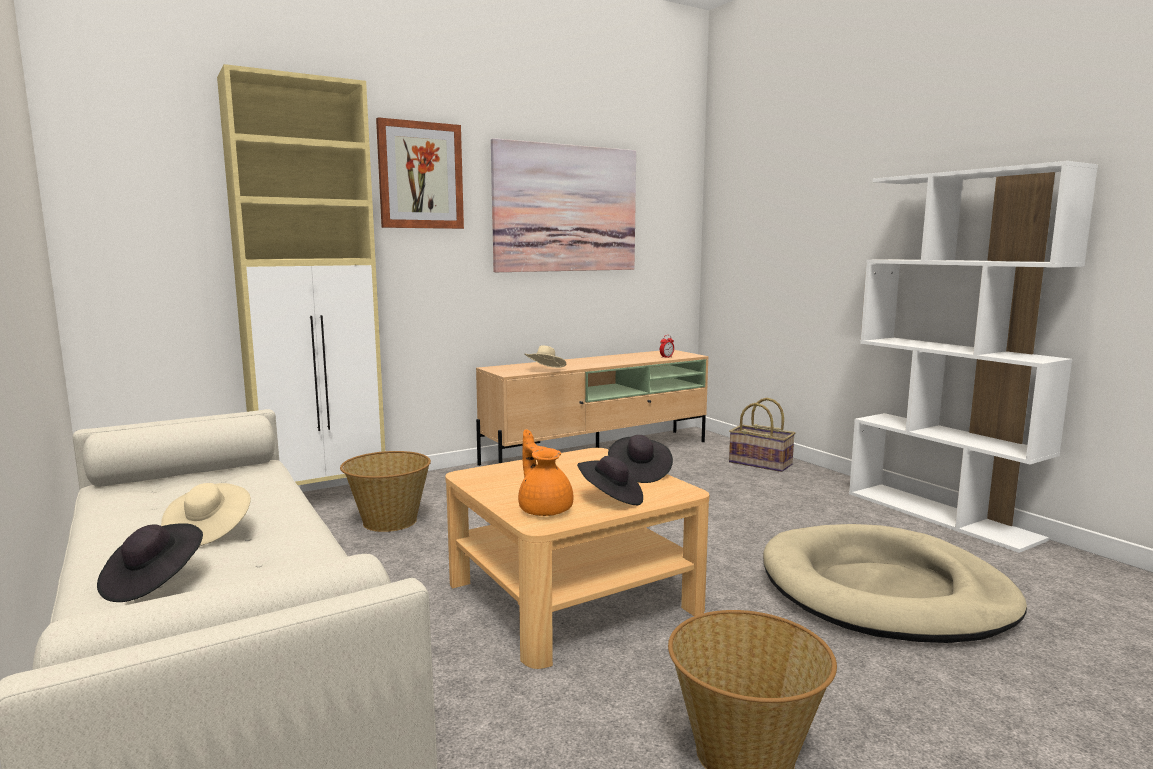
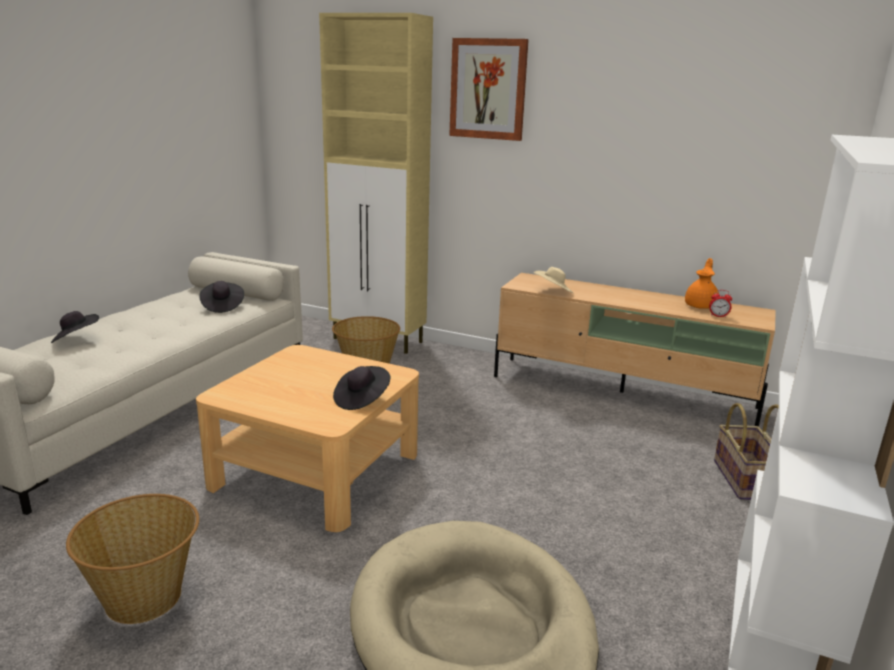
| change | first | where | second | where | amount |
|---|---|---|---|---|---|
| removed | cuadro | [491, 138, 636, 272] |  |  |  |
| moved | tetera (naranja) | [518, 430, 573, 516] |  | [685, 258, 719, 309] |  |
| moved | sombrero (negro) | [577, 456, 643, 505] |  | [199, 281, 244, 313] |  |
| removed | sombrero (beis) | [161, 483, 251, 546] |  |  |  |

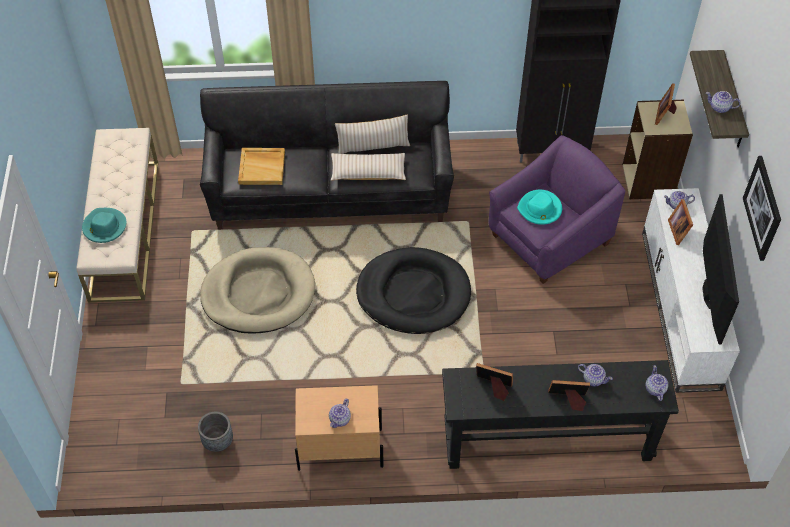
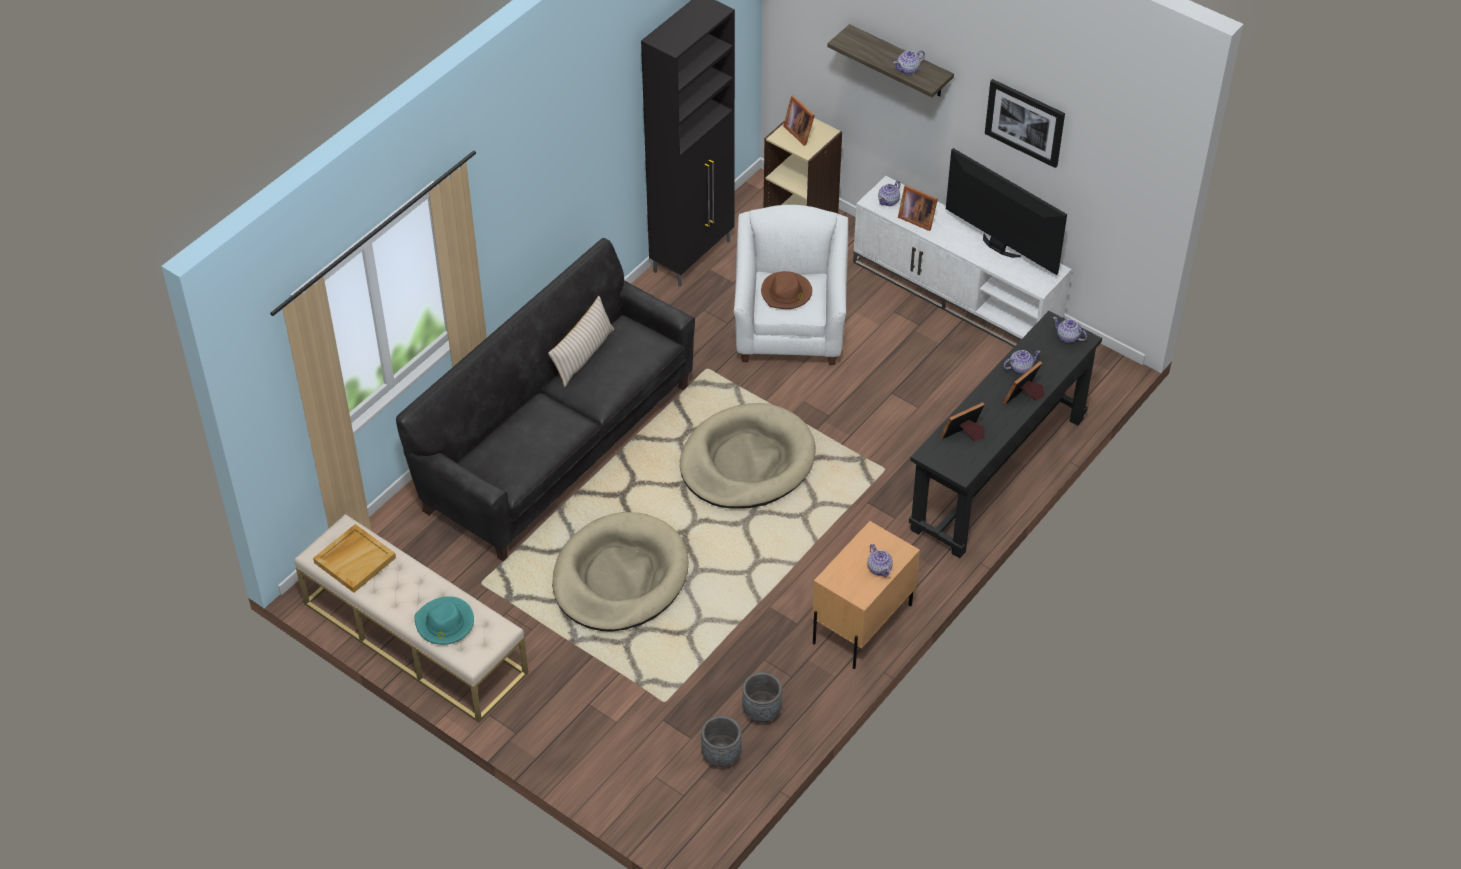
| change | first | where | second | where | amount |
|---|---|---|---|---|---|
| recoloured | sillón (morado) | [488, 135, 625, 284] | sillón (blanco) | [733, 205, 848, 365] |  |
| moved | bandeja (beis) | [238, 148, 285, 185] |  | [313, 524, 396, 593] |  |
| removed | cojín (beis) | [331, 153, 406, 181] |  |  |  |
| recoloured | sombrero (turquesa) | [517, 190, 562, 225] | sombrero (marrón) | [761, 271, 812, 309] |  |
| recoloured | cama para perro (negro) | [356, 247, 471, 334] | cama para perro (beis) | [680, 403, 816, 509] |  |
| added |  |  | maceta (gris) | [701, 716, 741, 767] |  |

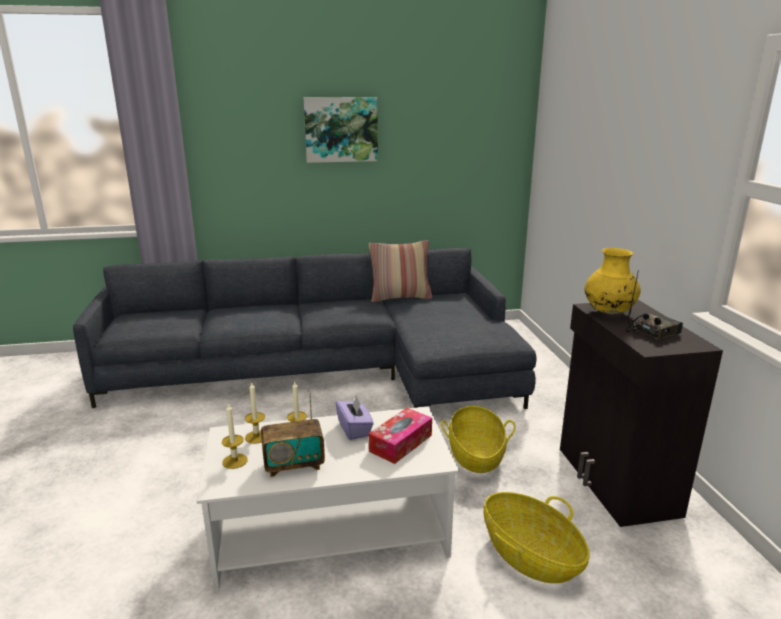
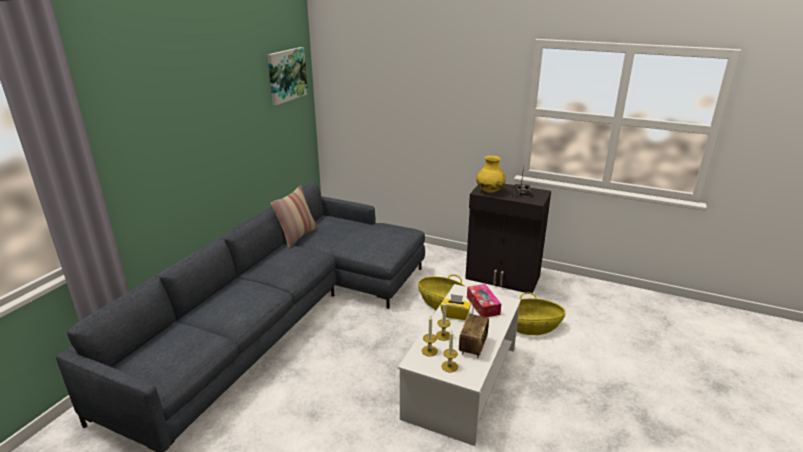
| change | first | where | second | where | amount |
|---|---|---|---|---|---|
| moved | cuadro | [303, 97, 378, 163] |  | [267, 47, 308, 105] |  |
| recoloured | caja de pañuelos (morado) | [336, 395, 374, 440] | caja de pañuelos (amarillo) | [440, 294, 471, 320] |  |

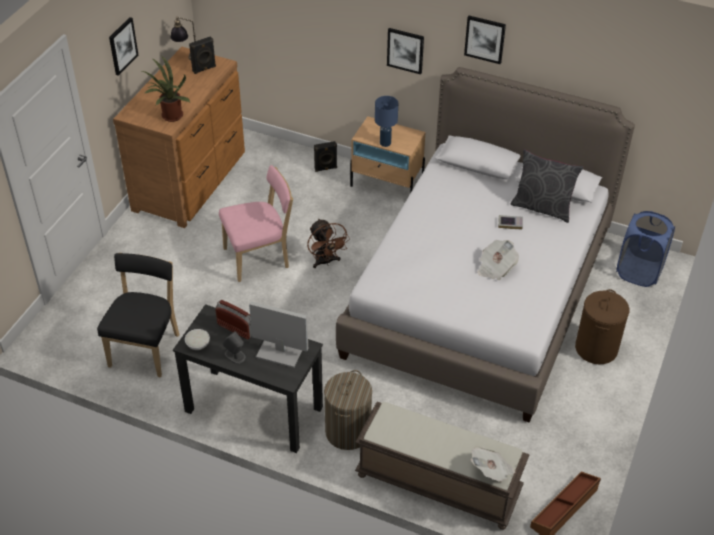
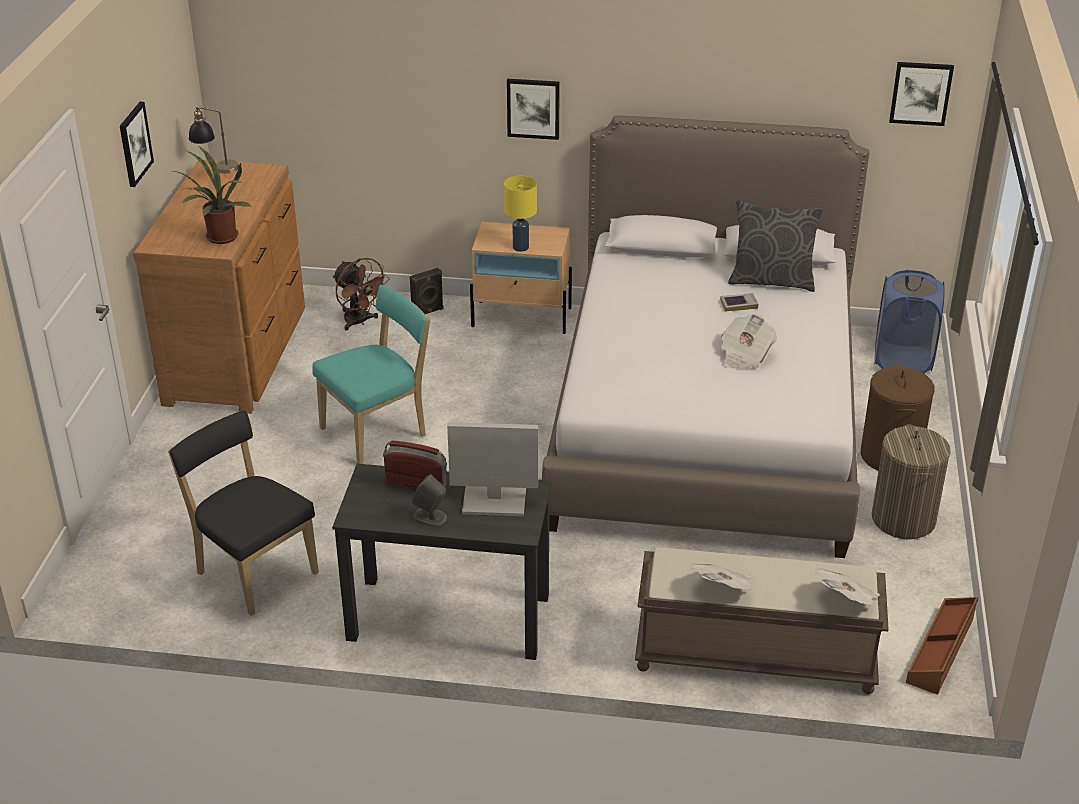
| change | first | where | second | where | amount |
|---|---|---|---|---|---|
| moved | cuadro | [464, 16, 506, 64] |  | [889, 62, 954, 126] |  |
| removed | altavoz (negro) | [189, 37, 216, 74] |  |  |  |
| recoloured | lámpara de mesa (azul) | [375, 96, 398, 147] | lámpara de mesa (amarillo) | [504, 176, 537, 252] |  |
| recoloured | silla (rosa) | [219, 165, 293, 282] | silla (turquesa) | [312, 285, 430, 464] |  |
| moved | ventilador (marrón) | [307, 218, 350, 268] |  | [333, 258, 390, 331] |  |
| turned | silla (negro) | [97, 253, 179, 378] |  | [168, 411, 319, 616] | 45 degrees counterclockwise |
| removed | cuenco (blanco) | [185, 329, 210, 350] |  |  |  |
| moved | cesto de la ropa | [324, 370, 372, 450] |  | [872, 424, 951, 539] |  |
| added |  |  | periódico | [691, 563, 753, 590] |  |

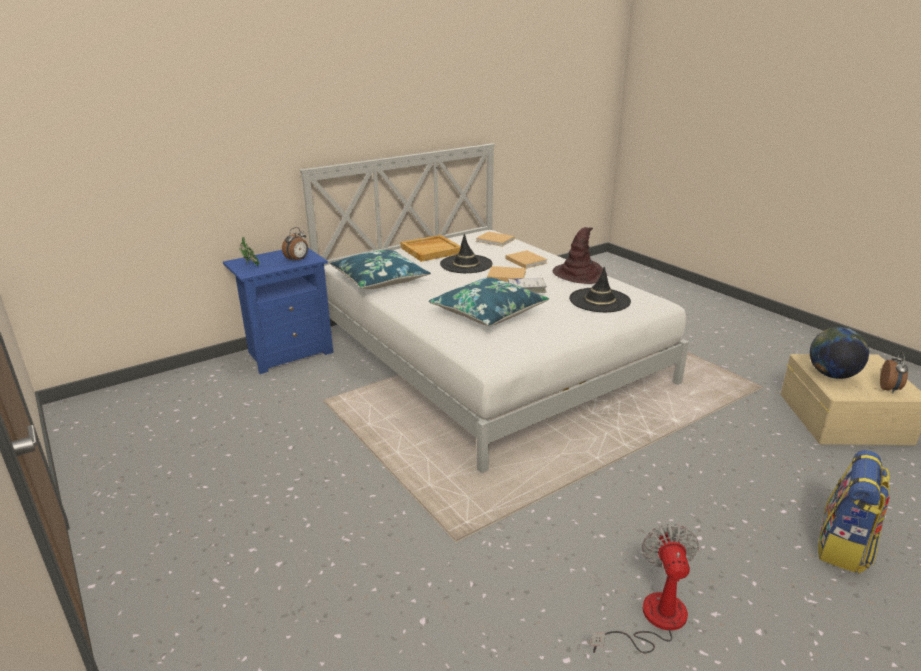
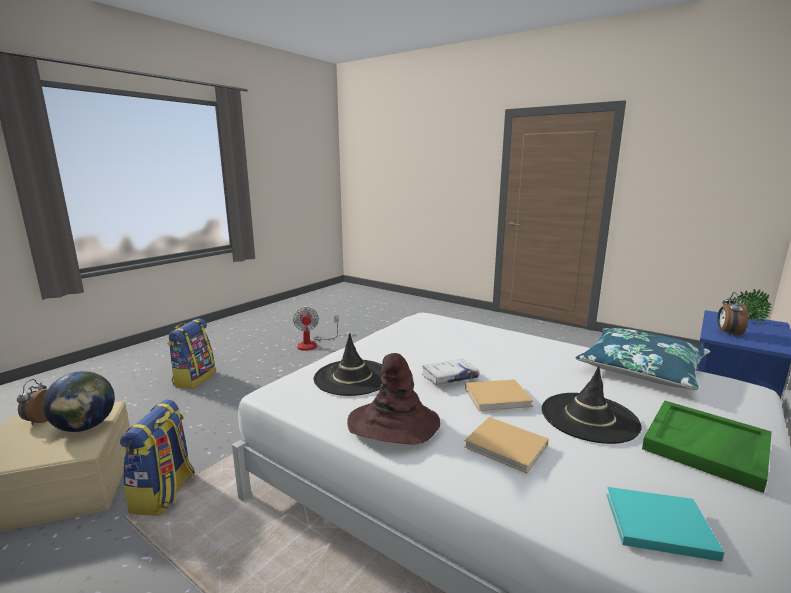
| change | first | where | second | where | amount |
|---|---|---|---|---|---|
| recoloured | libro (beis) | [476, 231, 515, 247] | libro (turquesa) | [606, 487, 724, 562] |  |
| recoloured | bandeja (beis) | [400, 235, 461, 262] | bandeja (verde) | [642, 400, 772, 493] |  |
| removed | cojín (azul) | [429, 277, 549, 326] |  |  |  |
| added |  |  | mochila | [120, 400, 195, 516] |  |

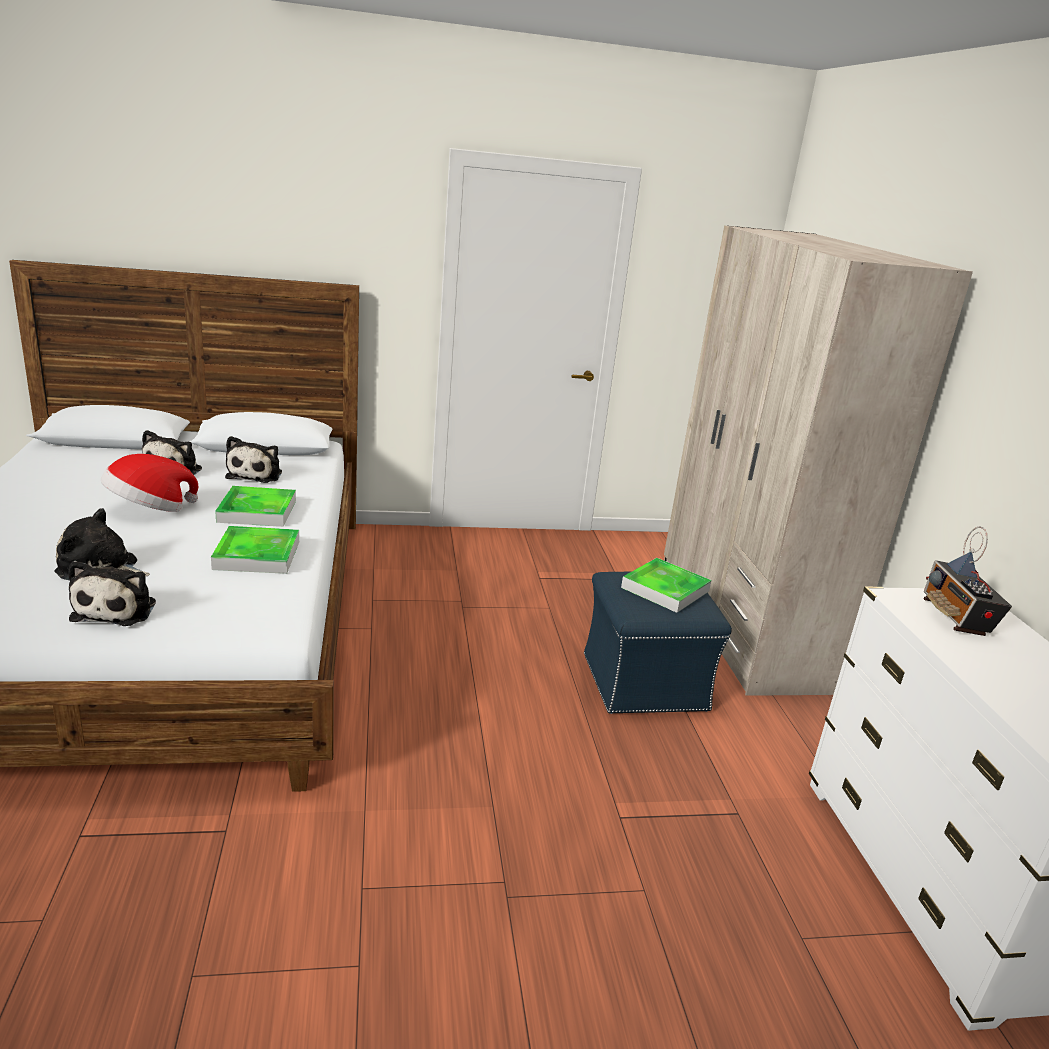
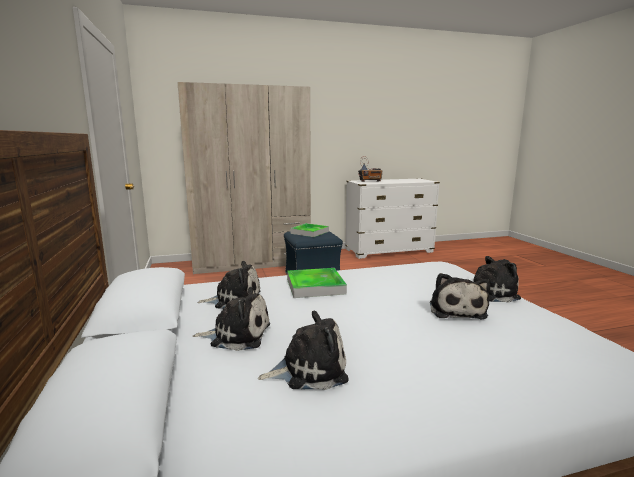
| change | first | where | second | where | amount |
|---|---|---|---|---|---|
| removed | sombrero | [101, 454, 199, 512] |  |  |  |
| removed | bandeja | [211, 526, 299, 574] |  |  |  |
| added |  |  | peluche | [258, 311, 349, 390] |  |

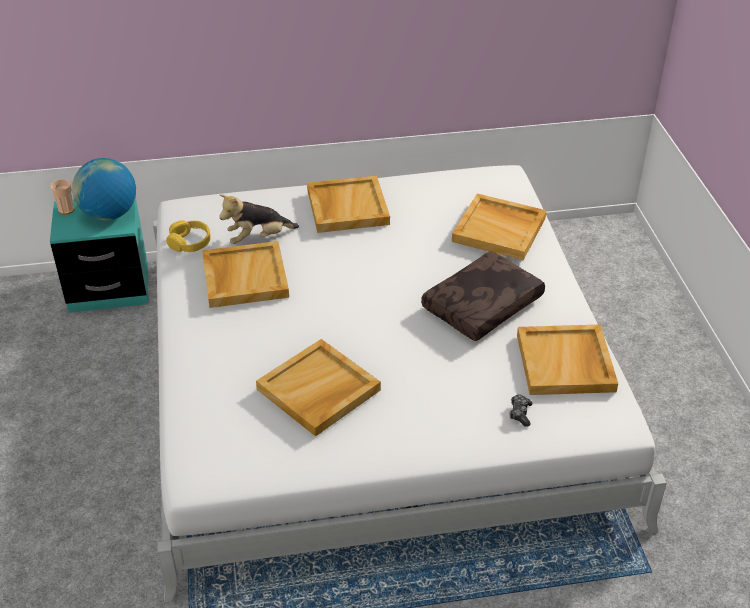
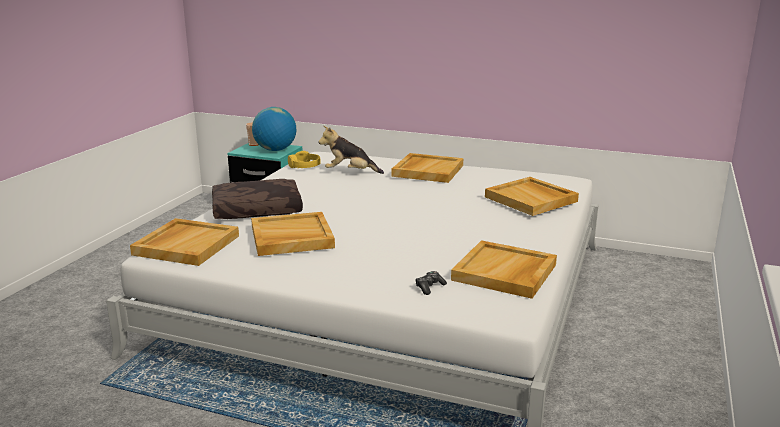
| change | first | where | second | where | amount |
|---|---|---|---|---|---|
| moved | bandeja (beis) | [202, 241, 289, 308] |  | [130, 218, 239, 266] |  |
| moved | cojín (marrón) | [421, 251, 545, 342] |  | [212, 179, 303, 219] |  |

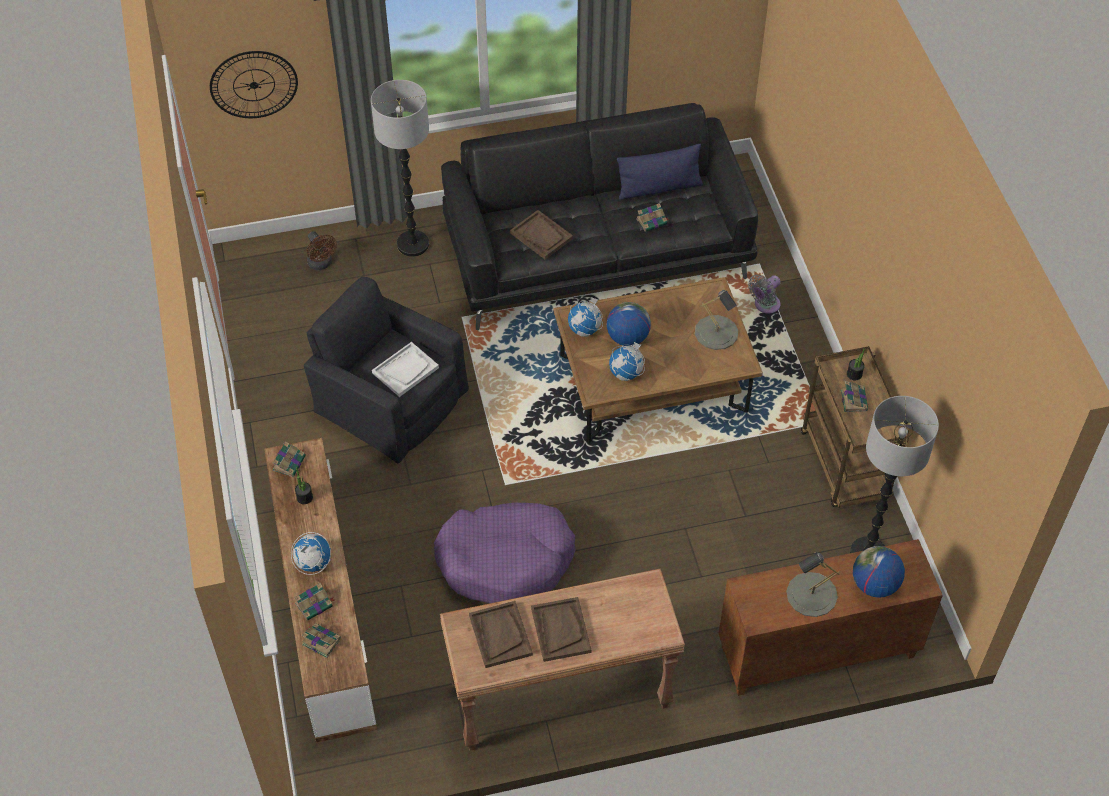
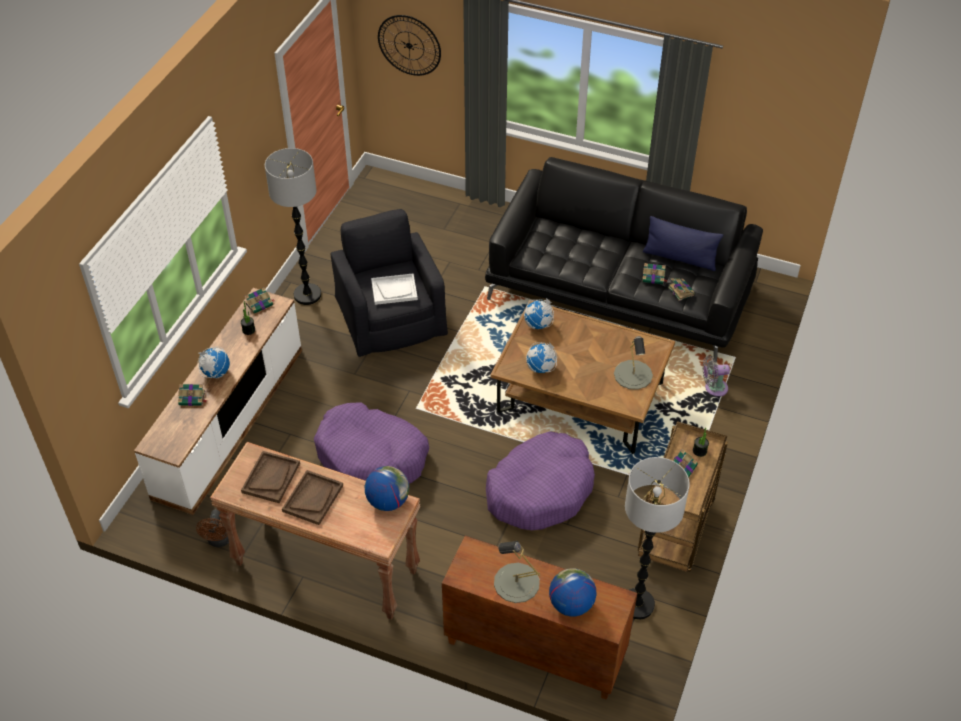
| change | first | where | second | where | amount |
|---|---|---|---|---|---|
| moved | lámpara de pie | [371, 80, 429, 257] |  | [265, 148, 321, 305] |  |
| removed | bandeja (marrón) | [510, 210, 573, 259] |  |  |  |
| moved | ventilador (marrón) | [307, 231, 337, 270] |  | [196, 509, 229, 547] |  |
| moved | globo terráqueo | [607, 302, 651, 346] |  | [365, 466, 409, 511] |  |
| moved | libro | [302, 624, 341, 658] |  | [668, 278, 695, 301] |  |
| added |  |  | cama para perro (morado) | [486, 431, 595, 530] |  |

